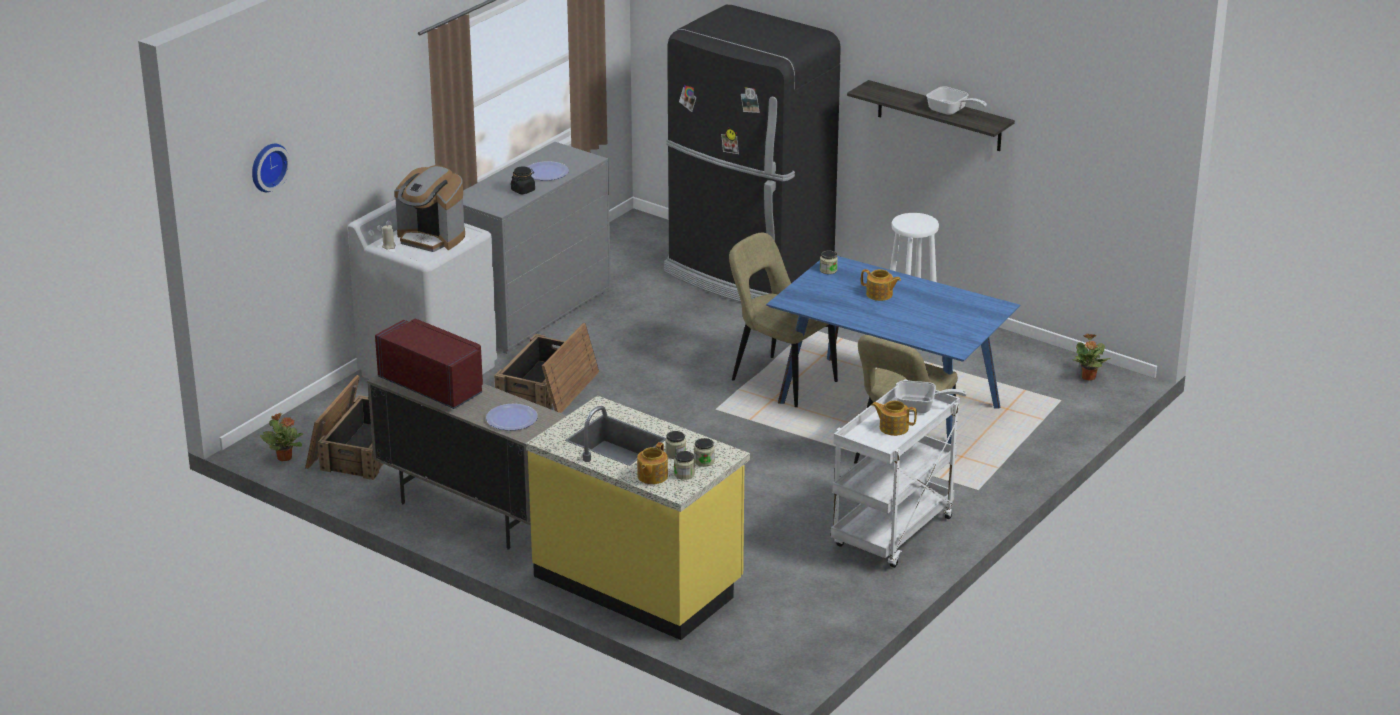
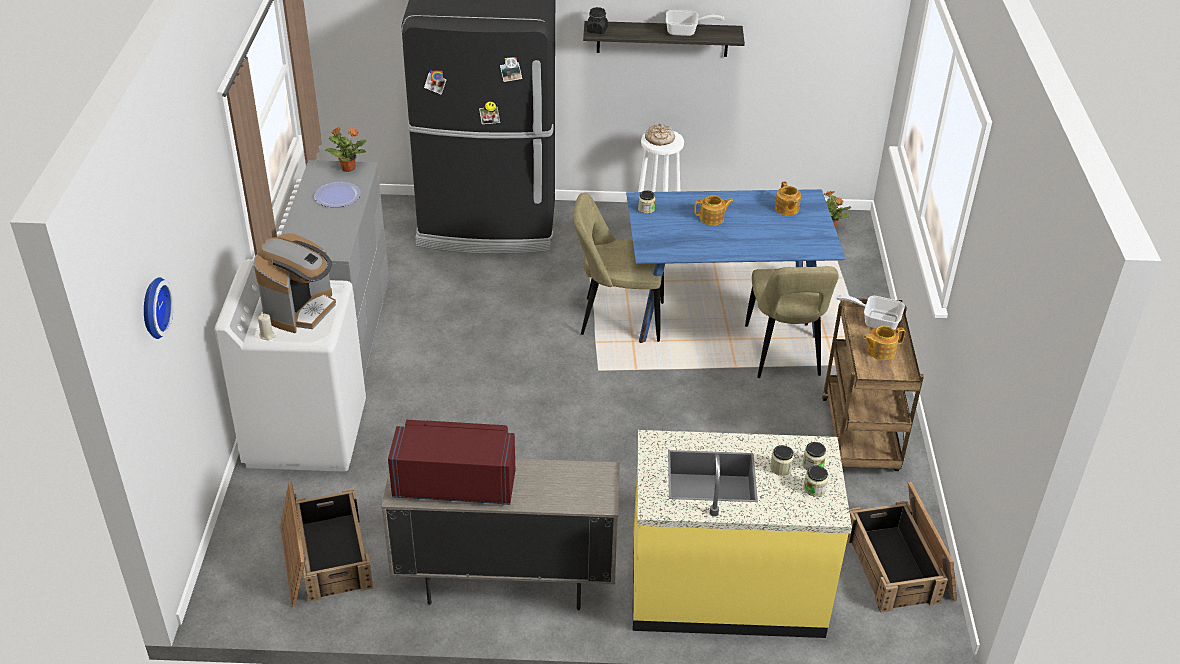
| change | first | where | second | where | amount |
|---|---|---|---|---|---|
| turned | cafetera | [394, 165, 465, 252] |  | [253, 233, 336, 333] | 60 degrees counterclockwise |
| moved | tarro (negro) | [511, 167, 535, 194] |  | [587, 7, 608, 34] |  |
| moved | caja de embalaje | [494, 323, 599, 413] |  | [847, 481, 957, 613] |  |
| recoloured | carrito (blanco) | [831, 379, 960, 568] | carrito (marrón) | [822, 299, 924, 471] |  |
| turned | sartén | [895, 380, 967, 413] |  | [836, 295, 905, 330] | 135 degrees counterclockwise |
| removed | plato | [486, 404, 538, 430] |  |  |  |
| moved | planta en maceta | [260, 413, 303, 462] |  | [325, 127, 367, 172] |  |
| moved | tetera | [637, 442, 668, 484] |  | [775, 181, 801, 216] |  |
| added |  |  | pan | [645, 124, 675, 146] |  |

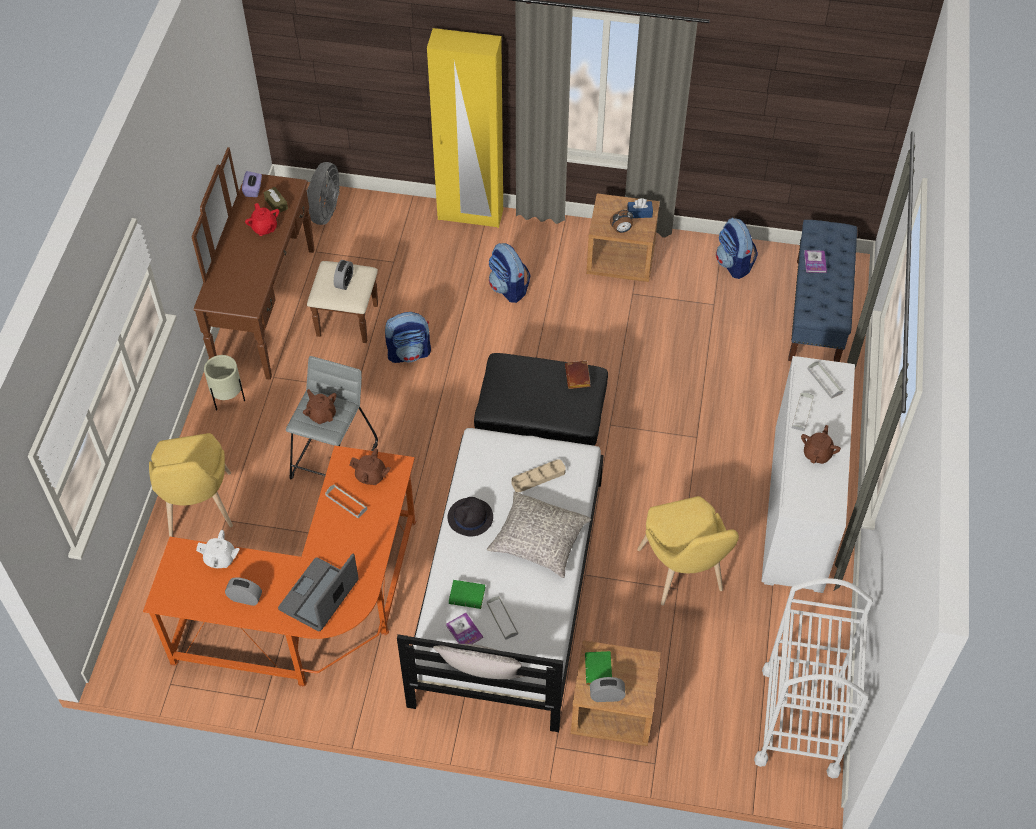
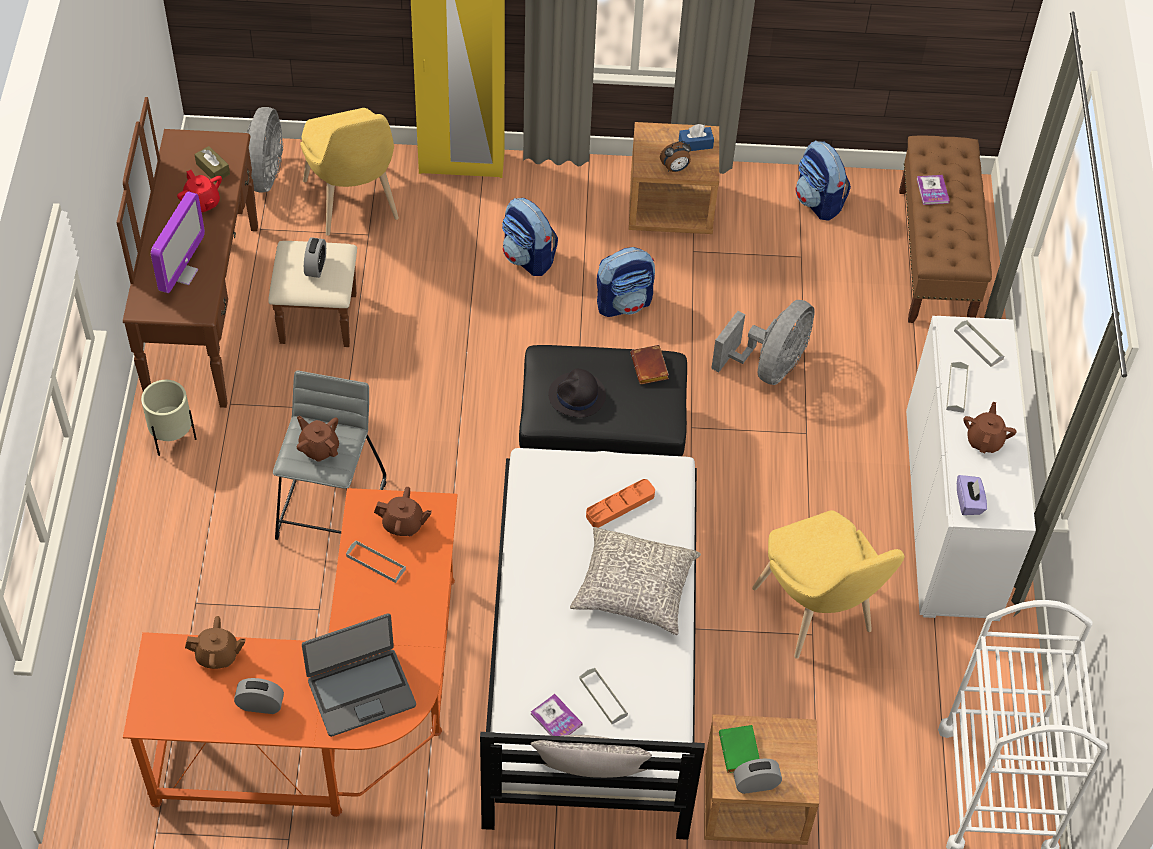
| change | first | where | second | where | amount |
|---|---|---|---|---|---|
| moved | caja de pañuelos (morado) | [242, 171, 262, 197] |  | [957, 475, 987, 515] |  |
| recoloured | banco (azul) | [788, 220, 857, 362] | banco (marrón) | [899, 135, 992, 323] |  |
| moved | mochila | [385, 312, 431, 363] |  | [597, 247, 655, 317] |  |
| moved | silla (amarillo) | [149, 433, 233, 537] |  | [300, 108, 399, 236] |  |
| recoloured | bandeja (beis) | [512, 459, 566, 492] | bandeja (naranja) | [586, 479, 655, 528] |  |
| moved | sombrero (negro) | [447, 497, 493, 537] |  | [549, 369, 606, 418] |  |
| recoloured | tetera (blanco) | [196, 530, 240, 568] | tetera (marrón) | [185, 616, 245, 669] |  |
| turned | portátil | [278, 553, 359, 631] |  | [302, 614, 416, 737] | 135 degrees counterclockwise |
| removed | libro (verde) | [449, 580, 485, 609] |  |  |  |
| added |  |  | monitor | [151, 191, 205, 293] |  |
| added |  |  | ventilador (gris) | [711, 300, 815, 385] |  |

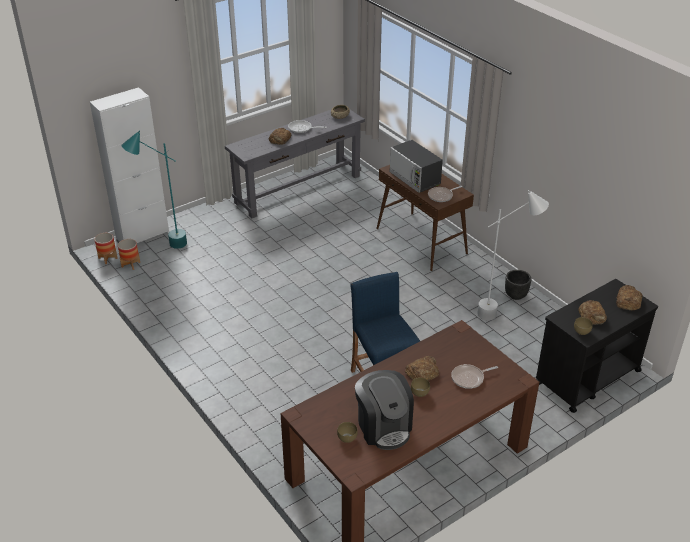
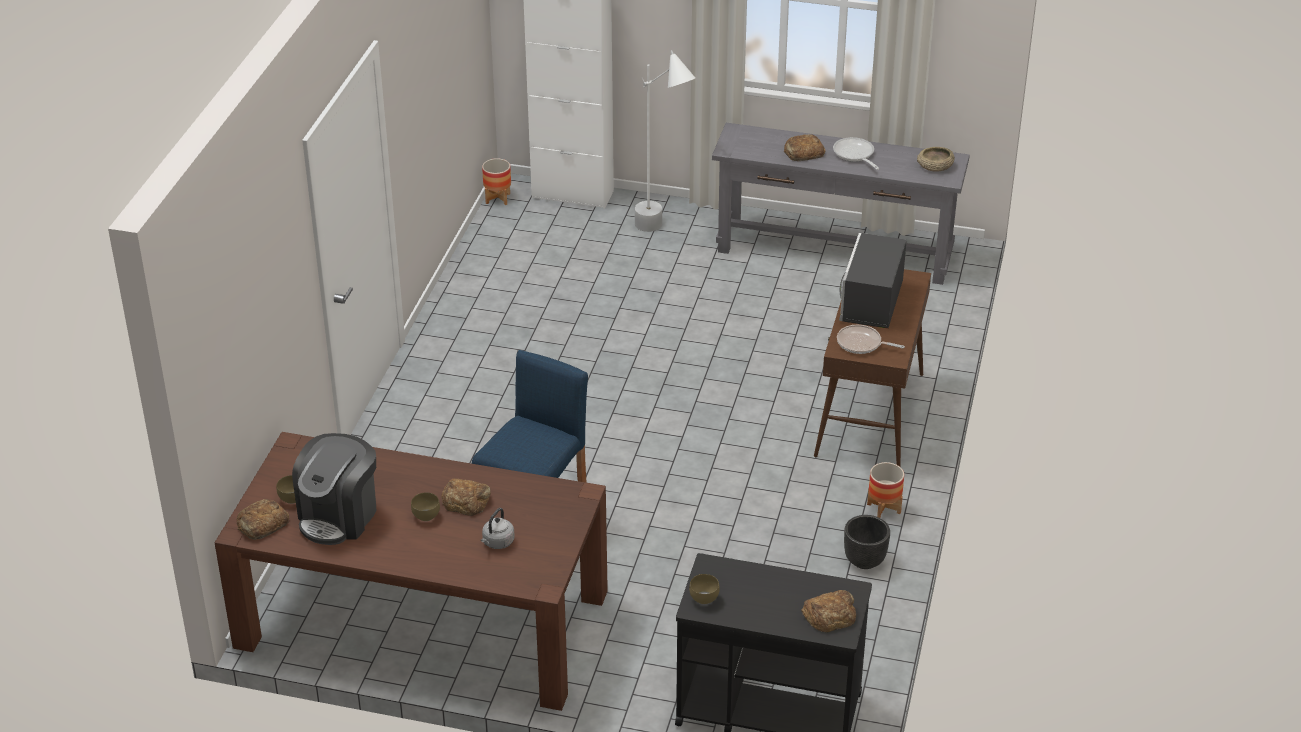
| change | first | where | second | where | amount |
|---|---|---|---|---|---|
| removed | lámpara de pie (turquesa) | [121, 131, 187, 249] |  |  |  |
| moved | lámpara de pie (blanco) | [477, 190, 549, 320] |  | [635, 50, 695, 232] |  |
| moved | maceta | [118, 239, 140, 270] |  | [867, 462, 904, 518] |  |
| moved | pan | [578, 300, 607, 325] |  | [236, 499, 289, 540] |  |
| replaced | sartén | [451, 364, 498, 389] | hervidor (gris) | [481, 508, 515, 549] |  |

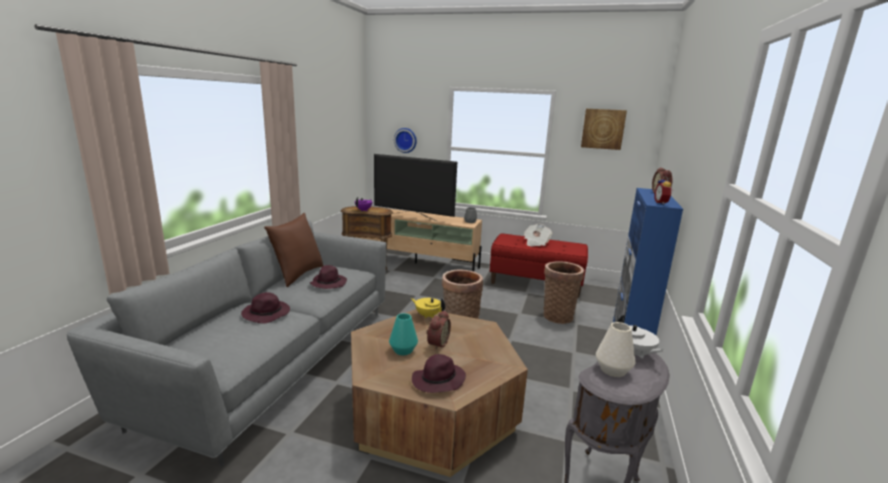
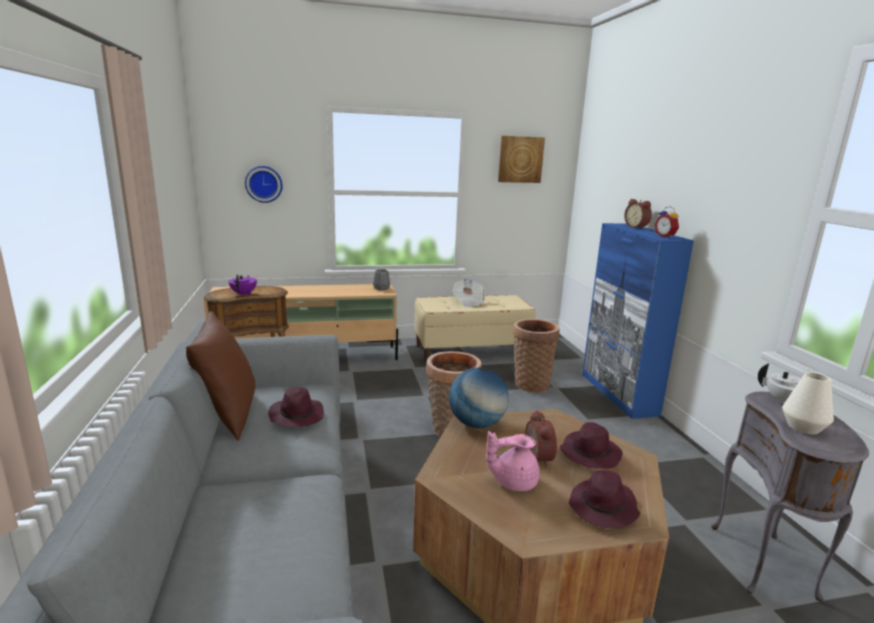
| change | first | where | second | where | amount |
|---|---|---|---|---|---|
| removed | televisor | [374, 154, 457, 221] |  |  |  |
| recoloured | banco (rojo) | [490, 233, 588, 298] | banco (beis) | [414, 295, 536, 363] |  |
| moved | sombrero (morado) | [241, 292, 290, 324] |  | [560, 422, 623, 469] |  |
| replaced | tetera (amarillo) | [411, 298, 445, 318] | globo terráqueo | [449, 368, 508, 428] |  |
| replaced | florero (turquesa) | [389, 313, 418, 355] | tetera (rosa) | [486, 431, 540, 491] |  |

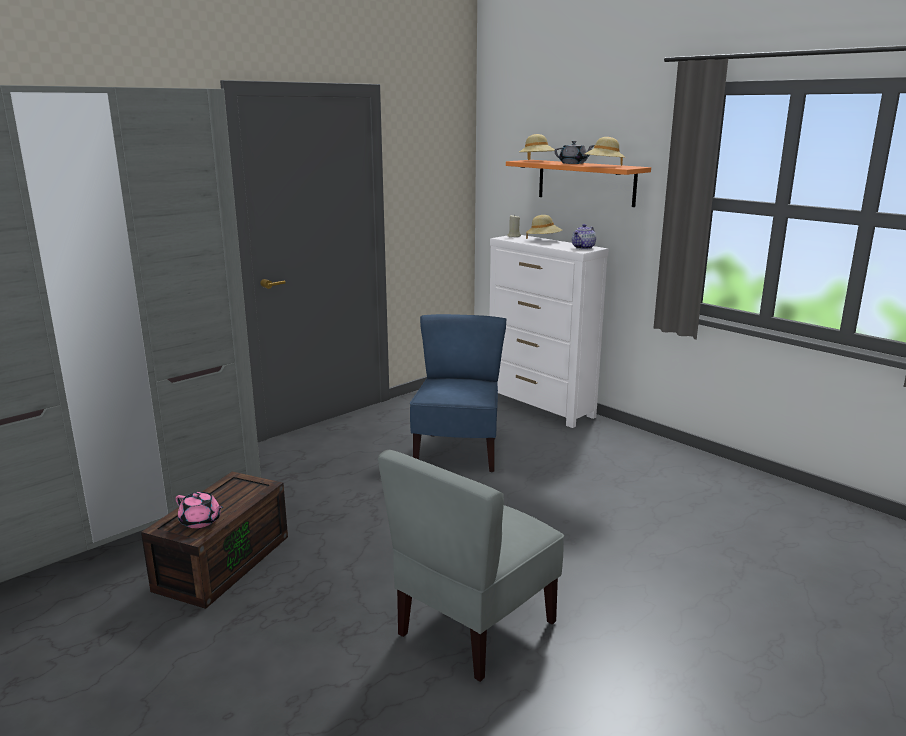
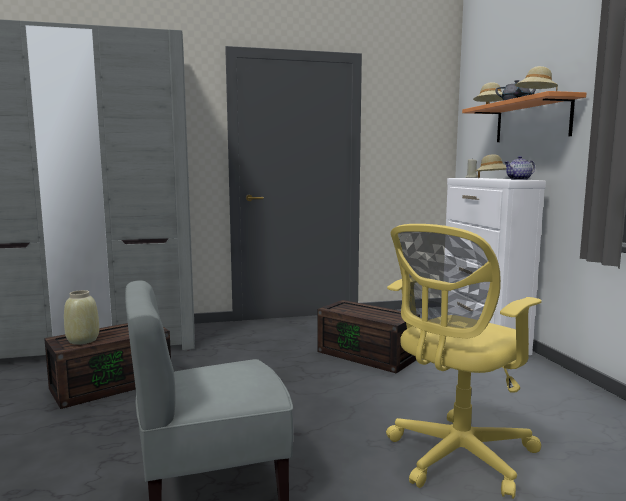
| change | first | where | second | where | amount |
|---|---|---|---|---|---|
| replaced | silla (azul) | [410, 314, 506, 472] | caja de almacenaje (marrón) | [317, 300, 416, 373] |  |
| replaced | tetera (rosa) | [176, 492, 224, 528] | florero (beis) | [64, 290, 99, 345] |  |
| added |  |  | silla de oficina (amarillo) | [386, 224, 542, 499] |  |

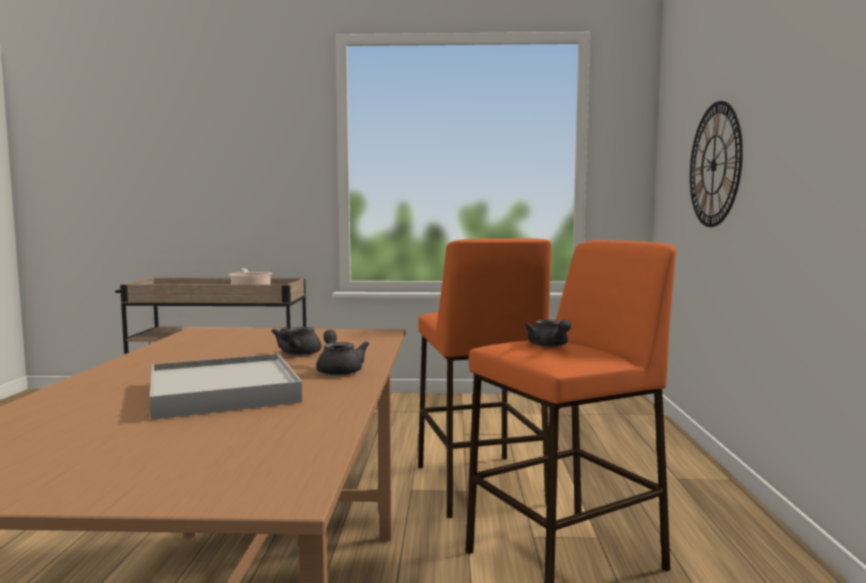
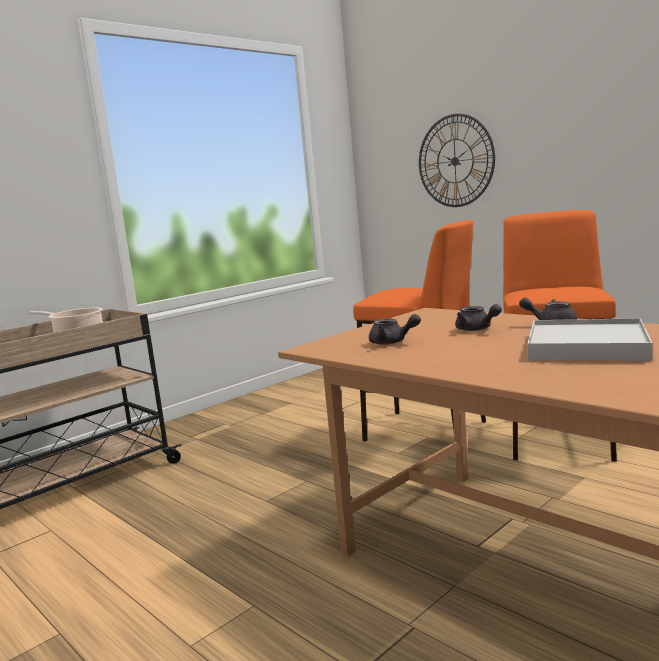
| change | first | where | second | where | amount |
|---|---|---|---|---|---|
| moved | tetera (gris) | [525, 320, 571, 347] |  | [369, 314, 421, 345] |  |

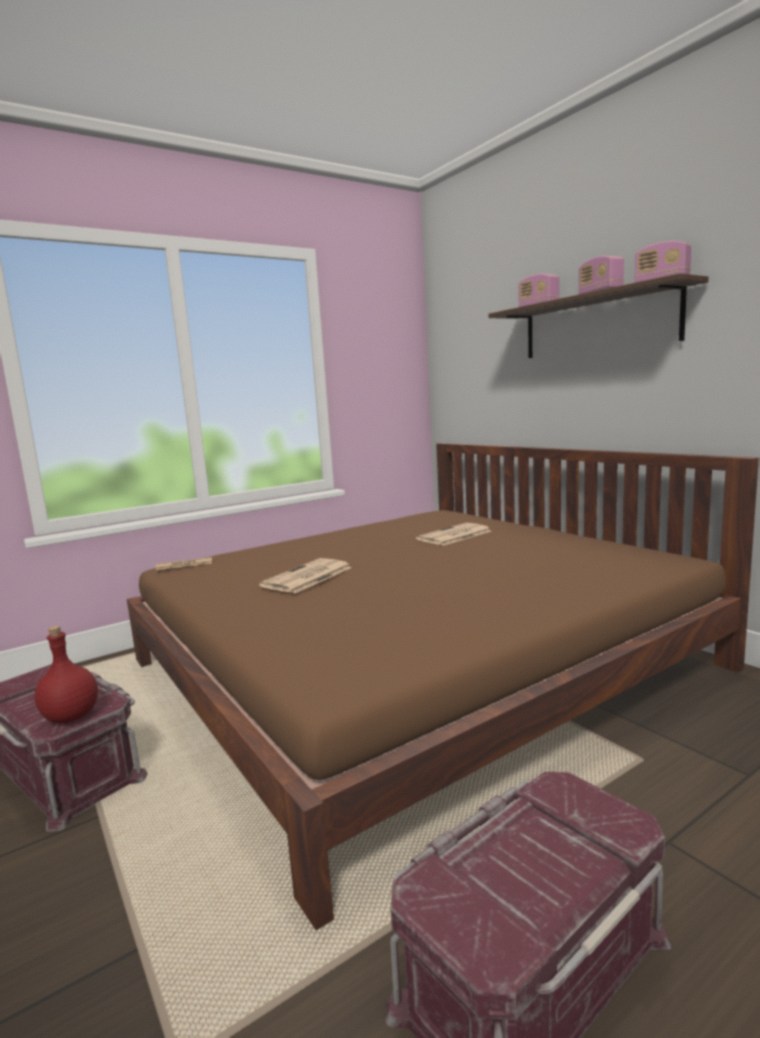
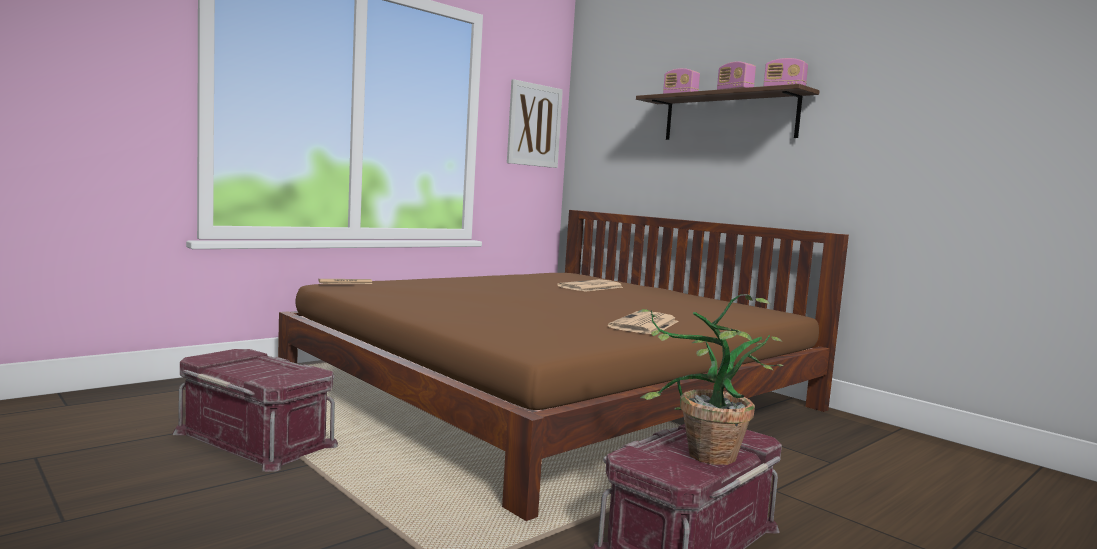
| change | first | where | second | where | amount |
|---|---|---|---|---|---|
| moved | periódico | [259, 558, 352, 593] |  | [608, 311, 679, 334] |  |
| removed | botella (rojo) | [35, 626, 98, 723] |  |  |  |
| added |  |  | cuadro | [507, 79, 563, 168] |  |
| added |  |  | planta en maceta | [637, 294, 784, 465] |  |

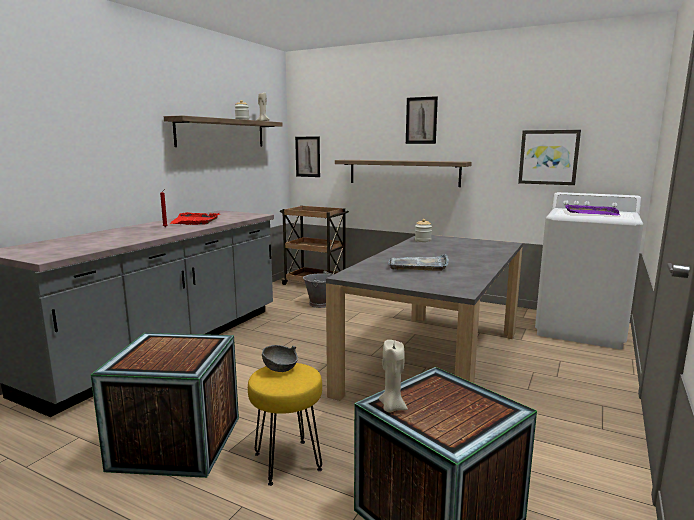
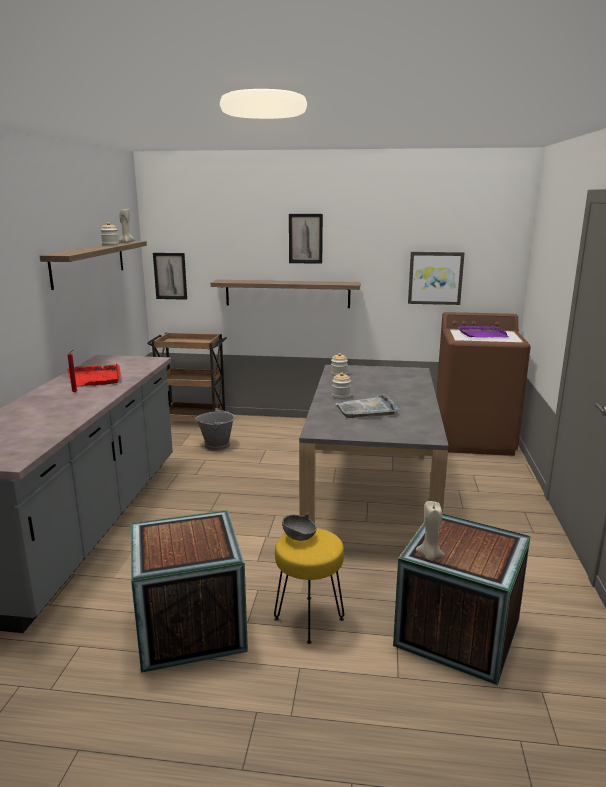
| change | first | where | second | where | amount |
|---|---|---|---|---|---|
| recoloured | lavadora (blanco) | [535, 192, 643, 350] | lavadora (marrón) | [436, 312, 531, 456] |  |
| added |  |  | tarro | [332, 373, 351, 399] |  |

